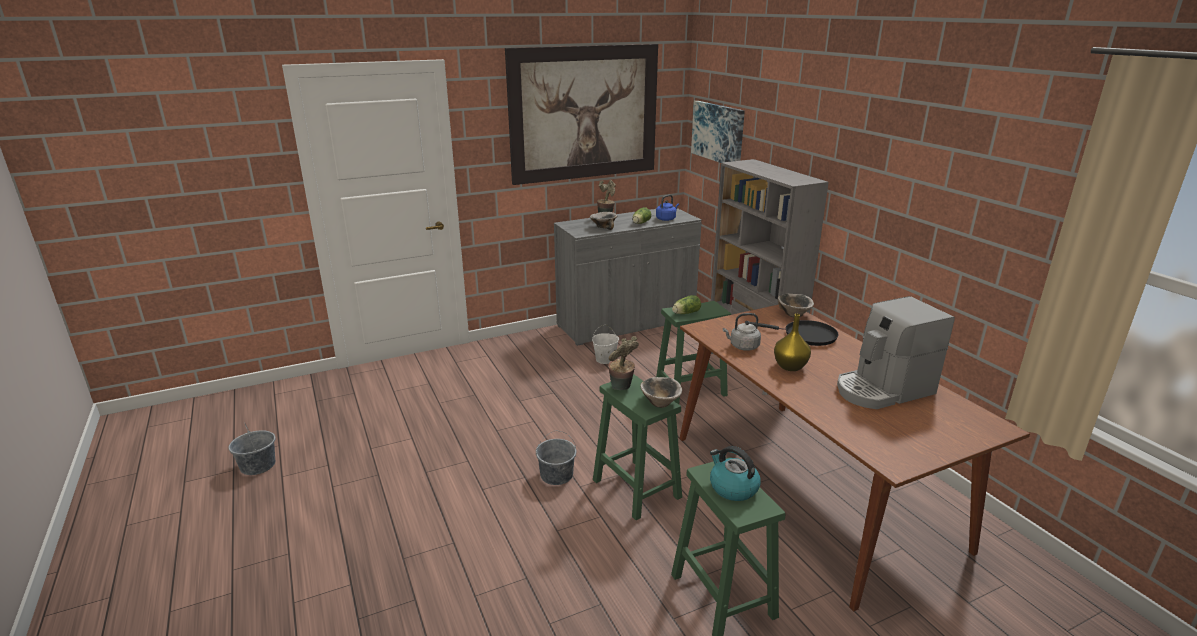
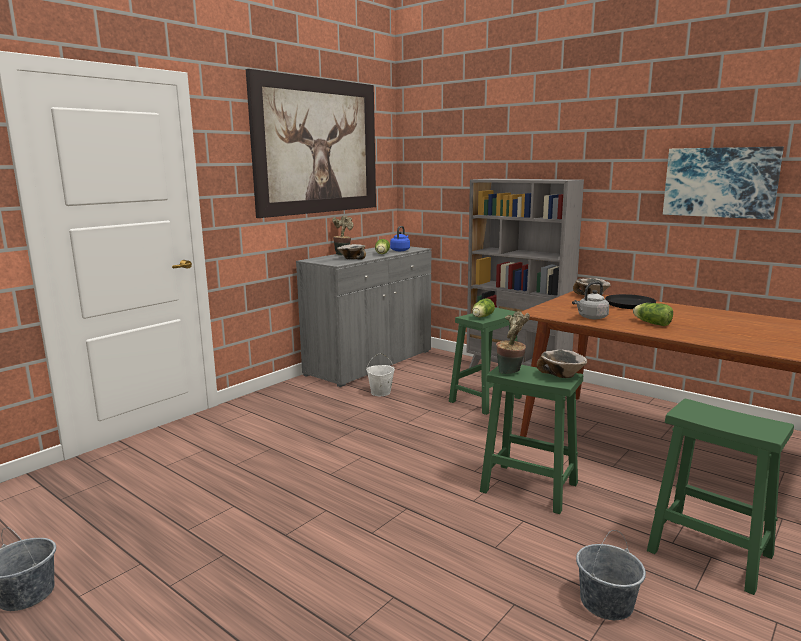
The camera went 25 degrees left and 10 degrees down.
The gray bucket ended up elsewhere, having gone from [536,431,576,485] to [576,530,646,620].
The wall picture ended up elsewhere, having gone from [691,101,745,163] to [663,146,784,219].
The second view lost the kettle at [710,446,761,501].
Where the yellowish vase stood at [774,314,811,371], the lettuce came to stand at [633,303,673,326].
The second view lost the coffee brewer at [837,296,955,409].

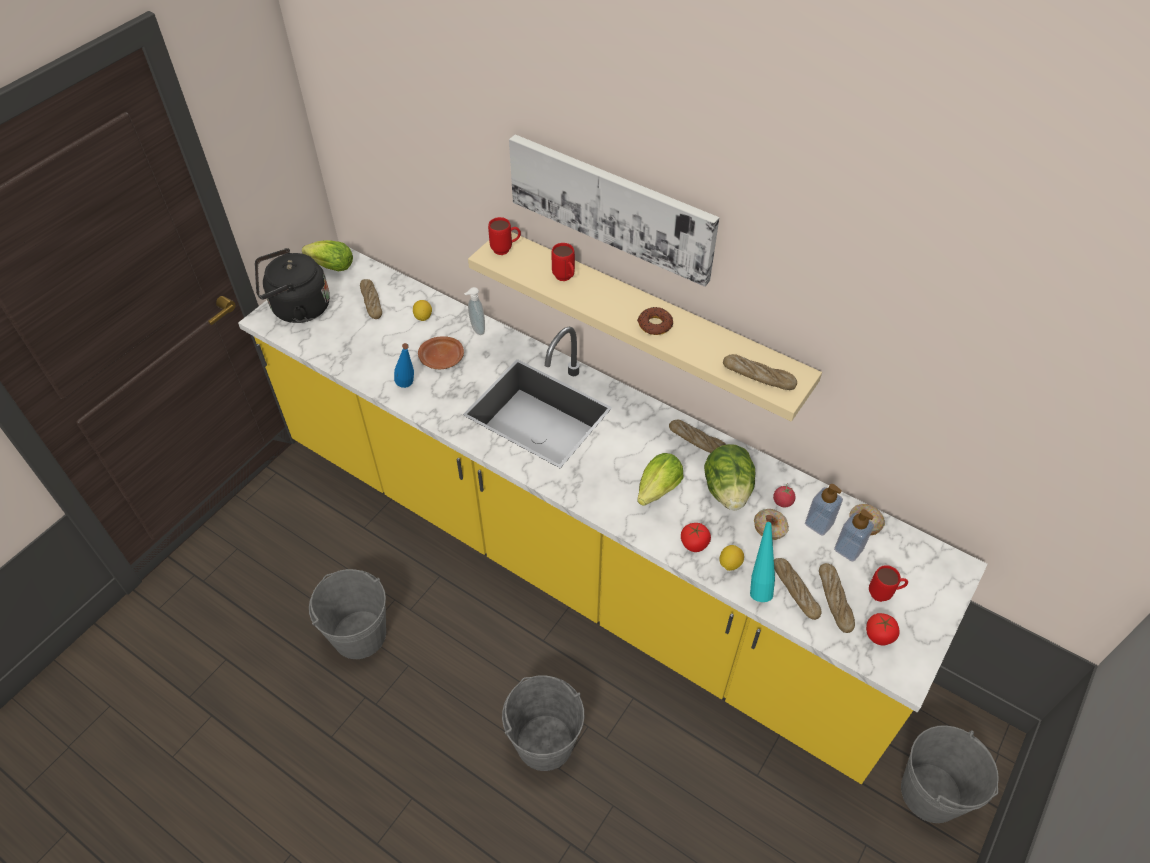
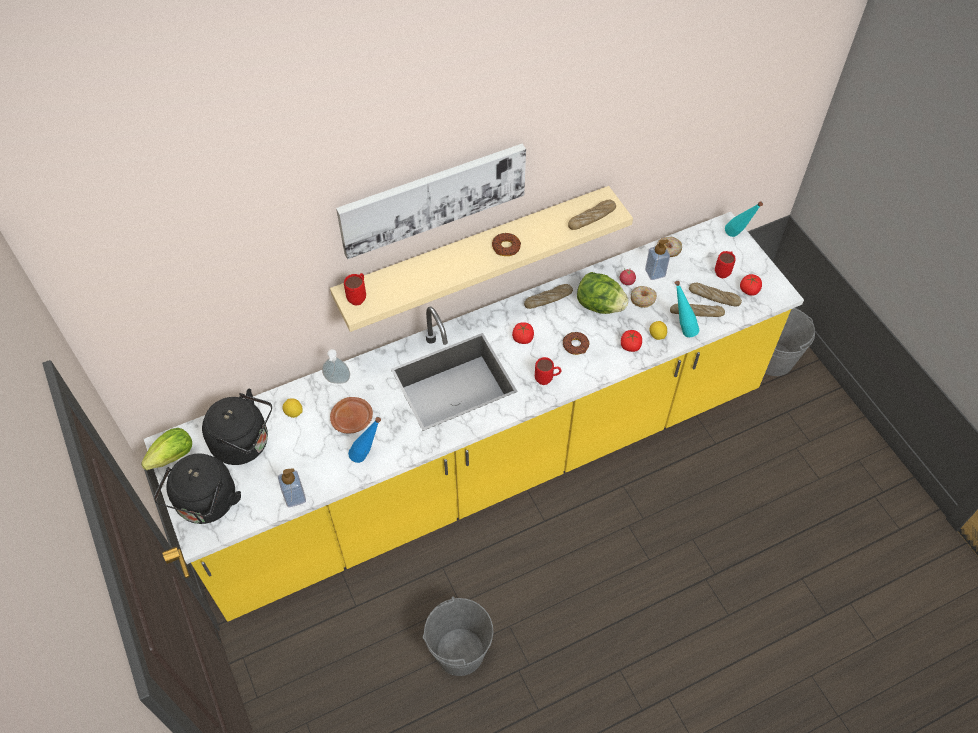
The camera went 60 degrees left and 5 degrees up.
Where the baked bread stood at [360,279,382,319], the blackish kettle came to stand at [202,388,272,465].
The second view lost the gray bucket at [502,675,584,771].
The reddish tea mug ended up elsewhere, having gone from [551,243,575,281] to [535,357,562,385].
Where the lettuce stood at [637,453,683,506], the doughnut came to stand at [563,332,589,355].
The liquid soap bottle ended up elsewhere, having gone from [834,510,874,562] to [278,468,306,507].
The second view gained the fresh tomato at [512,322,534,344].
The second view gained the turquoise bottle at [725,201,763,237].

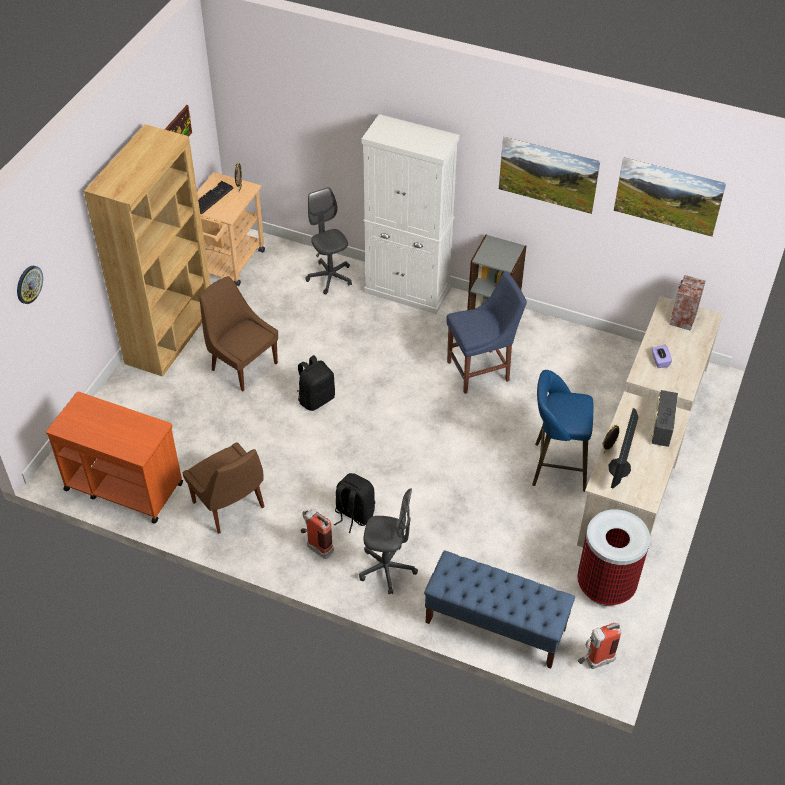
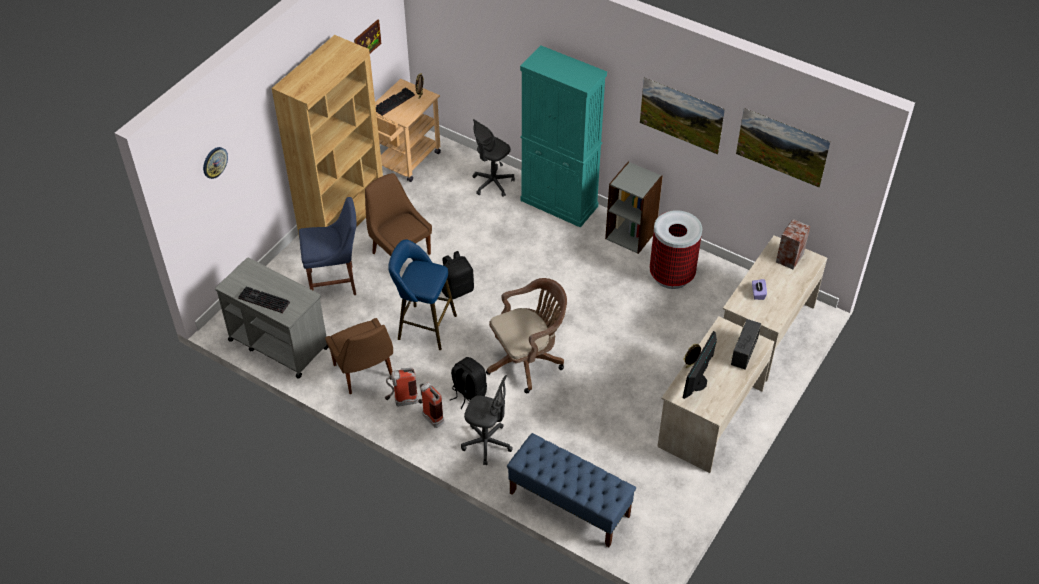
The camera went 10 degrees right and 0 degrees up.
What was the orange cart at [46,392,183,524] turned into the gray cart at [215,258,328,378].
The gray desk chair at [305,187,352,295] ended up facing another way, 120 degrees counterclockwise from before.
What was the white-coloured cabinet at [362,114,459,314] turned into the turquoise cabinet at [520,46,607,228].
The bluish plain chair ended up elsewhere, having gone from [446,272,527,394] to [299,197,357,295].
The bluish sitting stool ended up elsewhere, having gone from [532,370,593,492] to [388,239,457,350].
The waste bin ended up elsewhere, having gone from [577,509,650,606] to [650,210,702,289].
The fire extinguisher ended up elsewhere, having gone from [578,623,621,669] to [385,367,419,406].
The second view gained the keyboard at [238,287,290,313].
The second view gained the brown-coloured desk chair at [486,278,567,393].

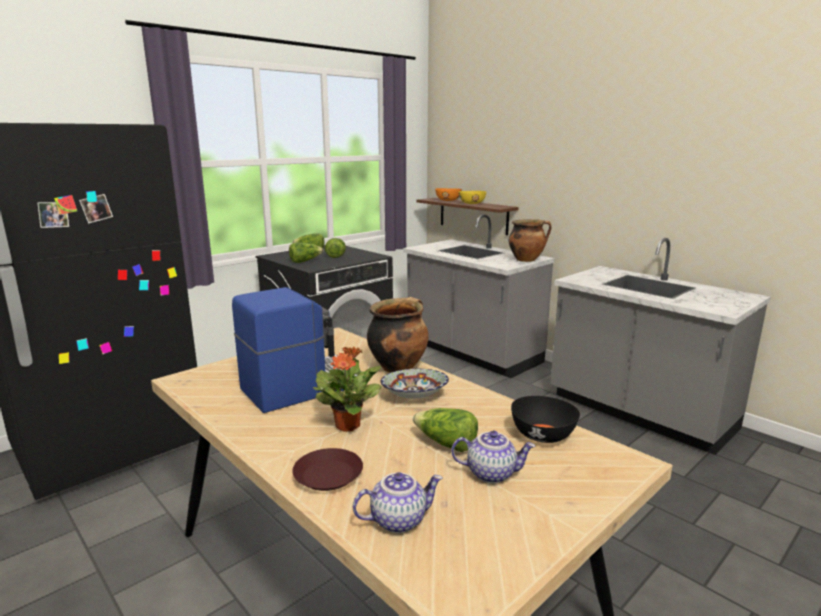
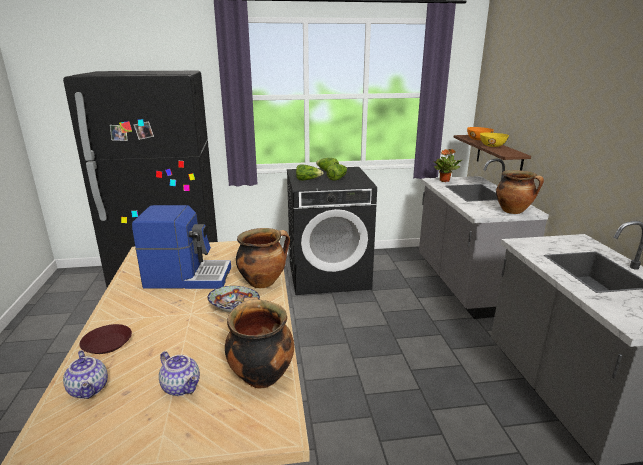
The camera went 35 degrees right and 5 degrees up.
The potted plant ended up elsewhere, having gone from [313,347,382,432] to [434,149,462,182].
The pot for tea at [353,472,443,533] ended up facing another way, 45 degrees clockwise from before.
The second view lost the lettuce at [413,408,478,452].
Where the blackish deep dish stood at [511,396,580,443], the stockpot came to stand at [225,297,294,389].

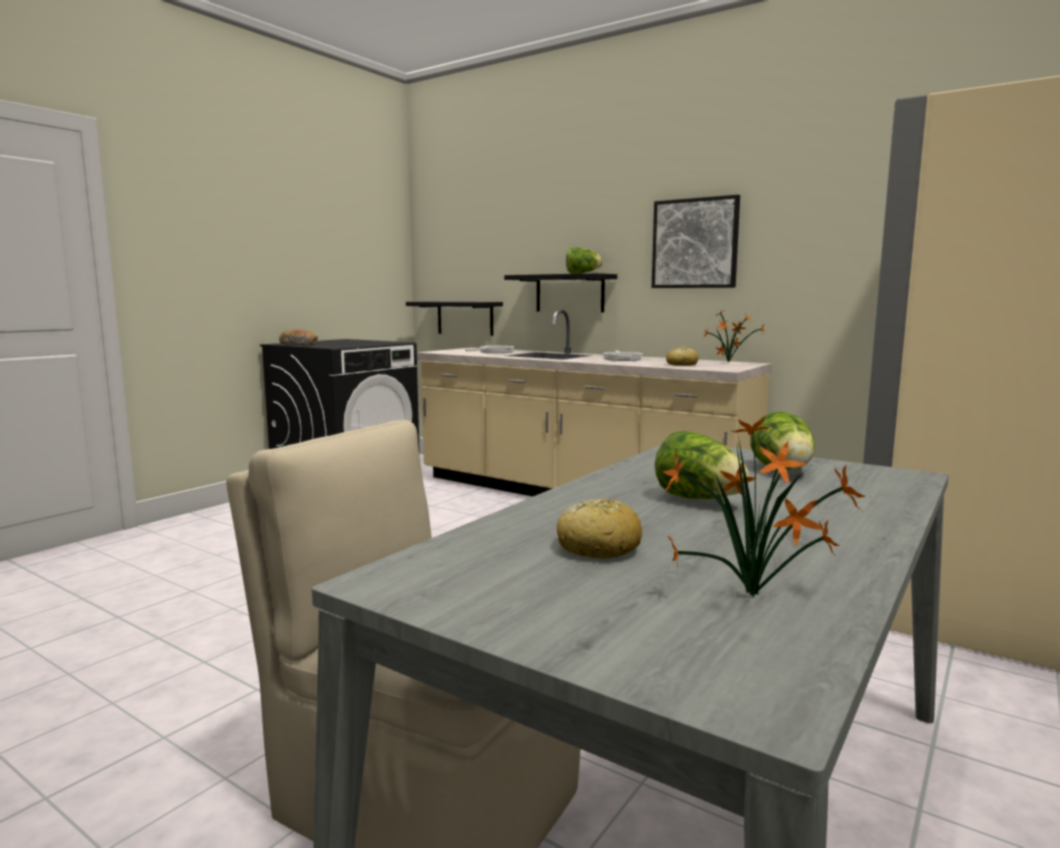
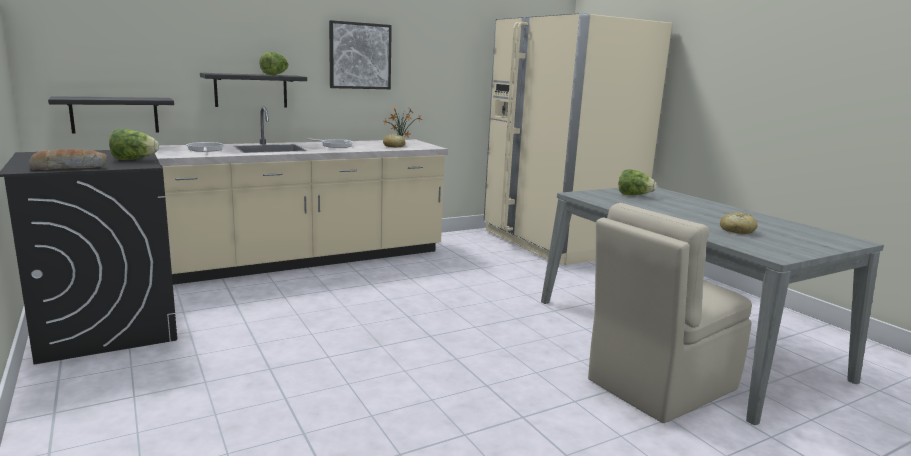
The camera went 65 degrees left and 5 degrees up.
The lettuce ended up elsewhere, having gone from [655,431,750,499] to [109,129,159,160].
The second view lost the potted plant at [663,417,866,597].

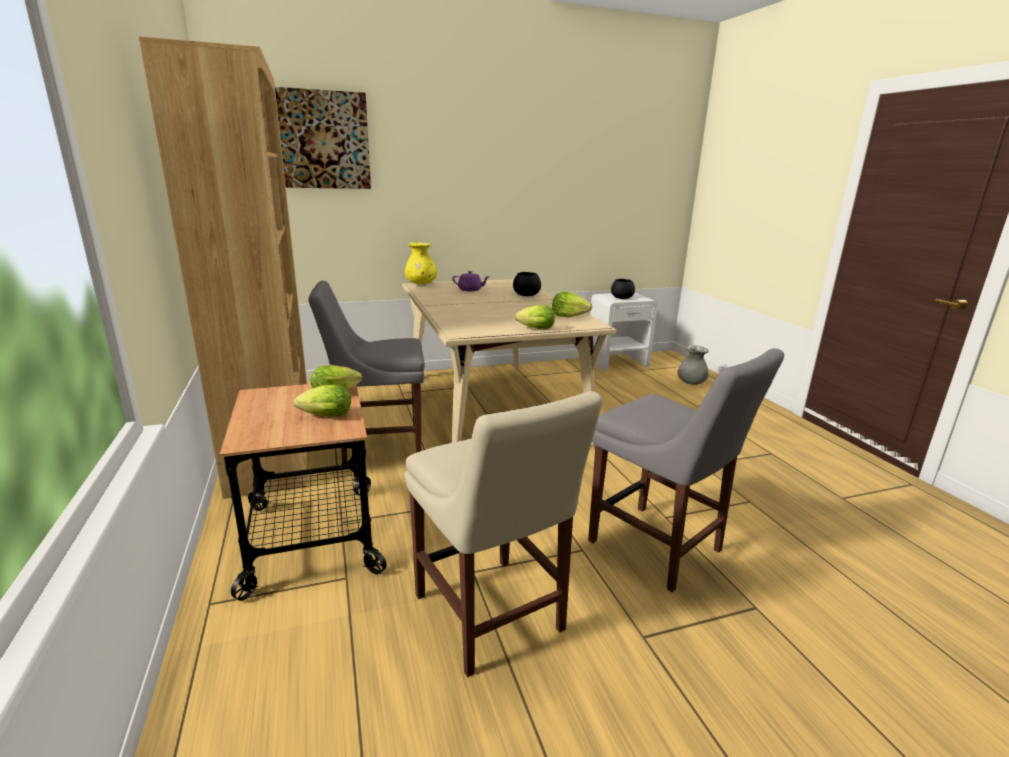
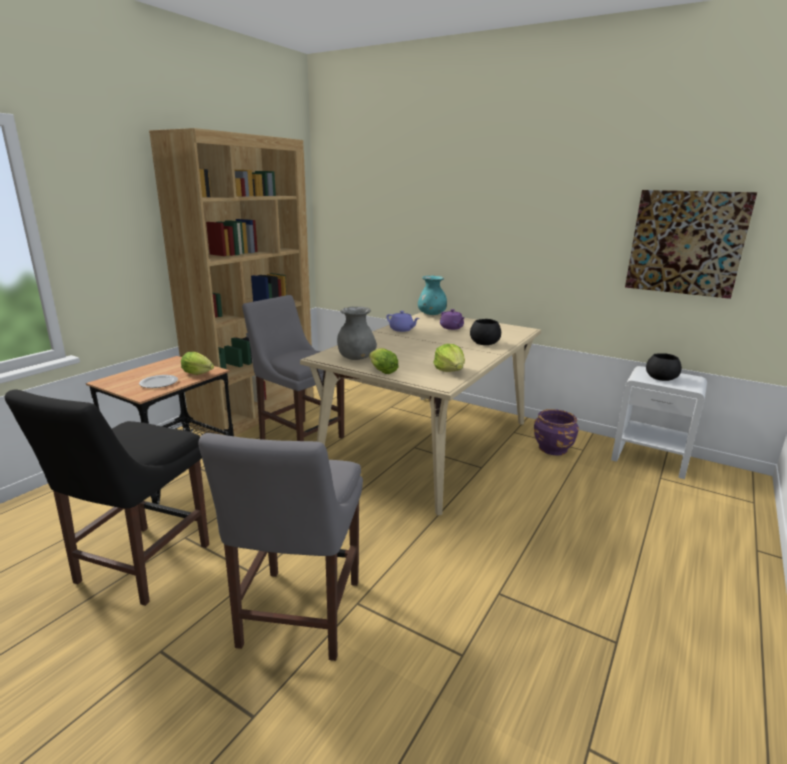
The camera went 50 degrees right and 0 degrees up.
The wall picture ended up elsewhere, having gone from [275,87,371,189] to [625,190,757,299].
Where the lettuce stood at [294,384,351,416], the flat dish came to stand at [139,375,178,388].
What was the sand-coloured plain chair at [404,391,603,677] turned into the blackish plain chair at [5,389,209,606].
What was the yellowish vase at [405,243,437,284] turned into the turquoise vase at [418,276,447,315].
The gray vase ended up elsewhere, having gone from [678,345,709,385] to [337,307,377,360].
The second view gained the purplish pot for tea at [386,311,420,332].
The second view gained the purplish planter at [534,409,579,455].

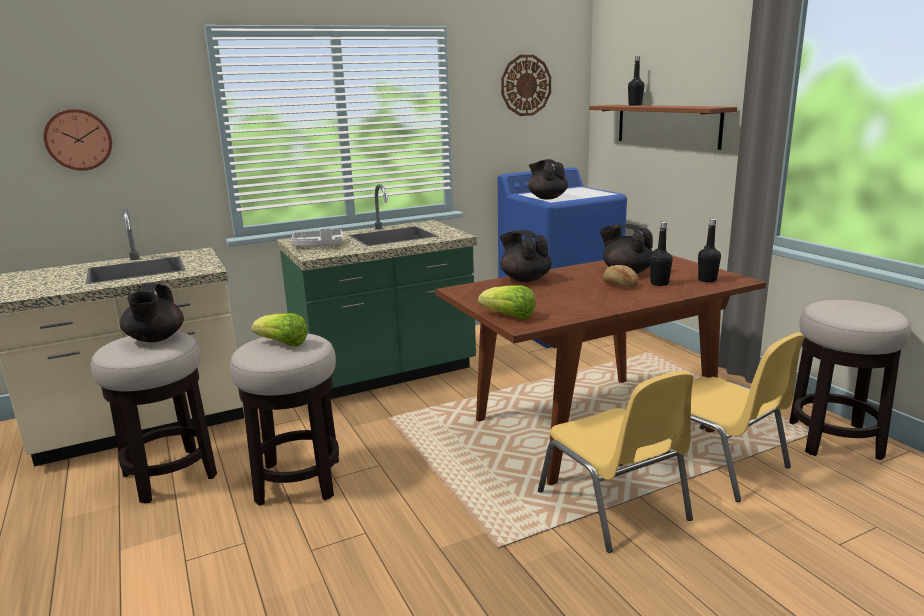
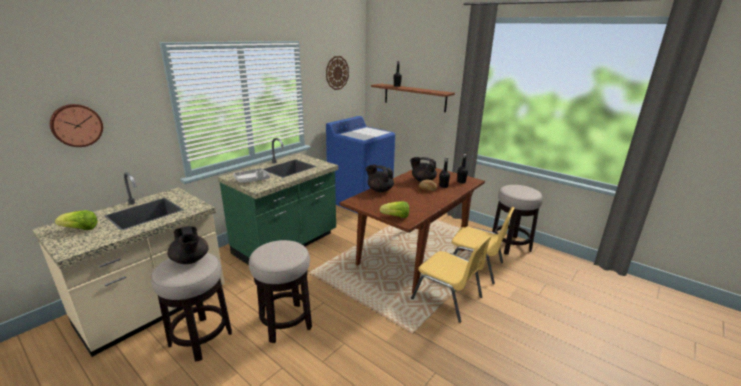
The camera went 25 degrees left and 5 degrees up.
The lettuce ended up elsewhere, having gone from [251,313,308,346] to [55,210,98,230].
The second view lost the blackish pot for tea at [528,159,568,199].

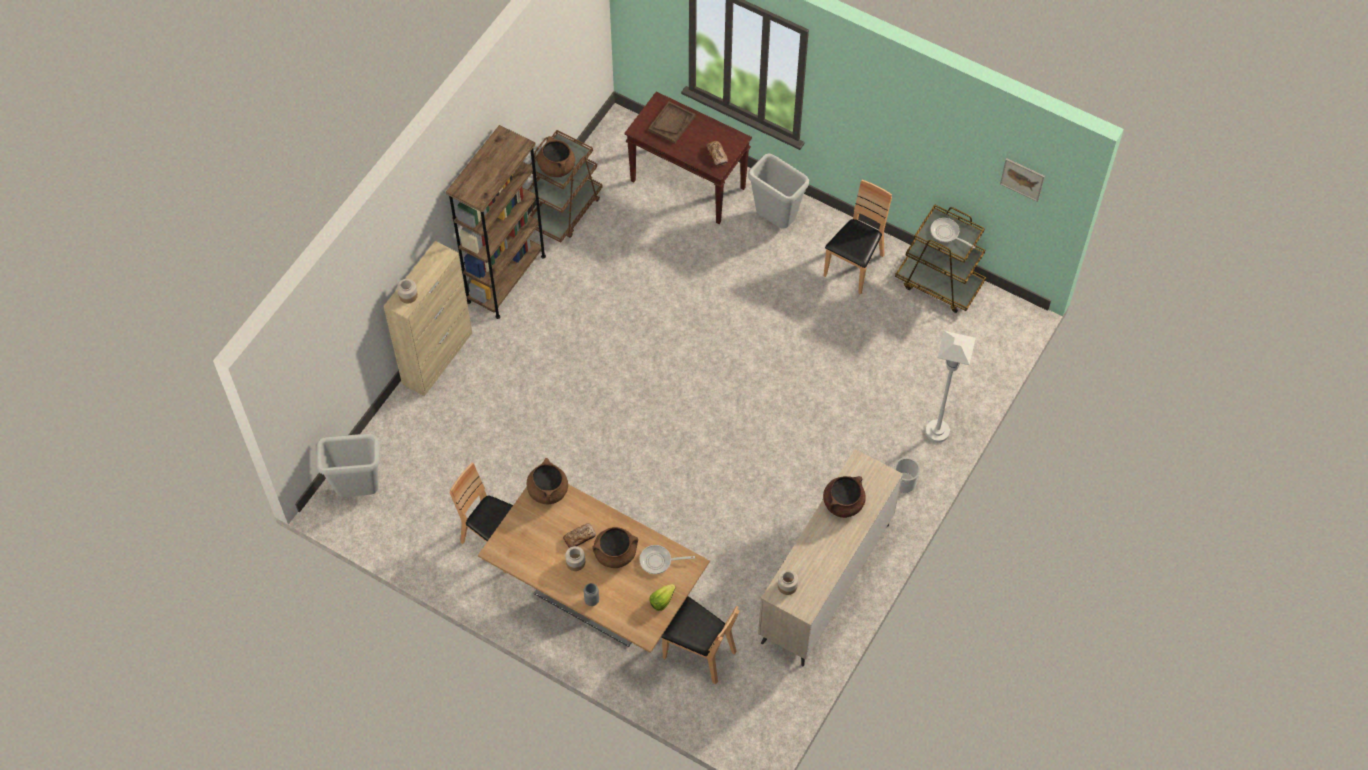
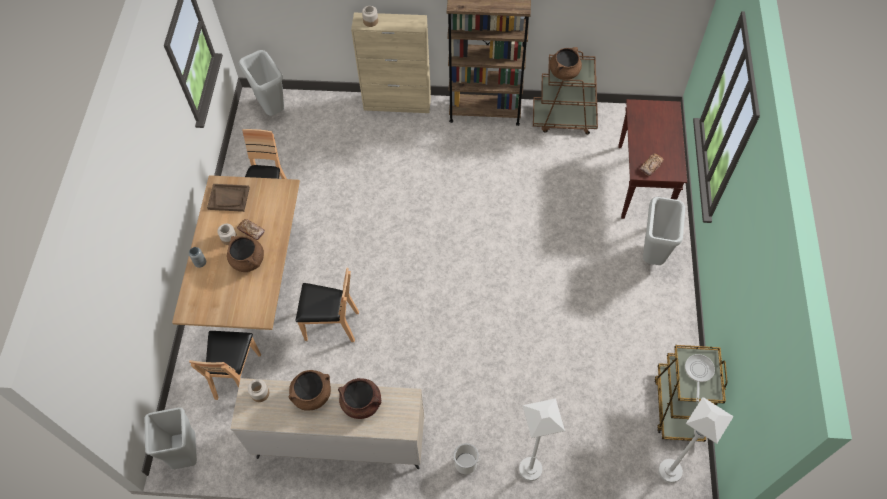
The camera went 65 degrees right and 0 degrees up.
The brown-coloured stockpot ended up elsewhere, having gone from [526,458,568,504] to [289,370,331,410].
The second view lost the frying pan at [639,545,695,574].
The brown-coloured carrying tray ended up elsewhere, having gone from [648,102,695,144] to [207,184,250,212].
The second view lost the lettuce at [649,584,676,611].
The brown-coloured plain chair ended up elsewhere, having gone from [824,180,892,295] to [296,268,359,342].
The second view lost the wall picture at [1000,158,1045,202].
The second view gained the gray waste bin at [145,407,197,469].
The second view gained the white-coloured standard lamp at [658,397,734,483].

